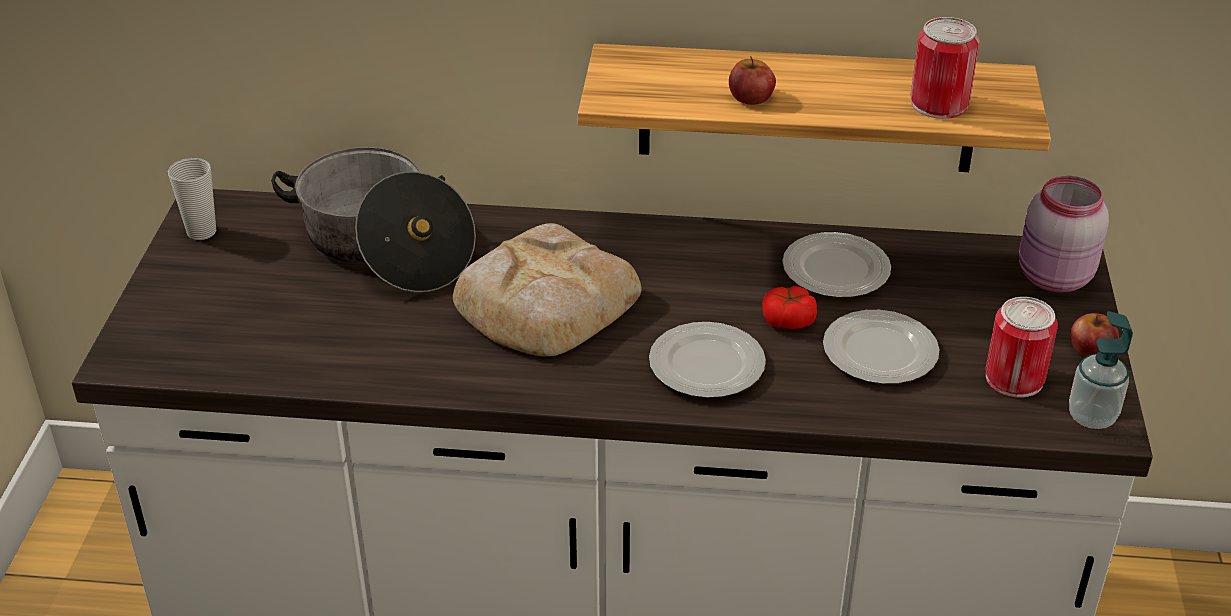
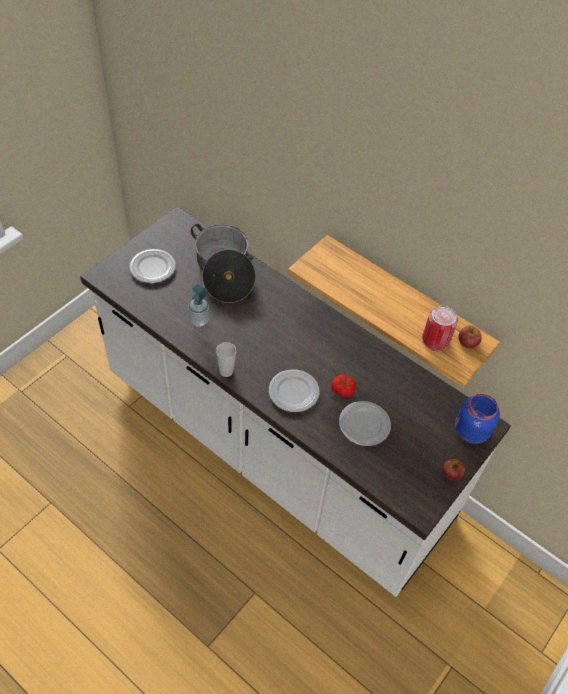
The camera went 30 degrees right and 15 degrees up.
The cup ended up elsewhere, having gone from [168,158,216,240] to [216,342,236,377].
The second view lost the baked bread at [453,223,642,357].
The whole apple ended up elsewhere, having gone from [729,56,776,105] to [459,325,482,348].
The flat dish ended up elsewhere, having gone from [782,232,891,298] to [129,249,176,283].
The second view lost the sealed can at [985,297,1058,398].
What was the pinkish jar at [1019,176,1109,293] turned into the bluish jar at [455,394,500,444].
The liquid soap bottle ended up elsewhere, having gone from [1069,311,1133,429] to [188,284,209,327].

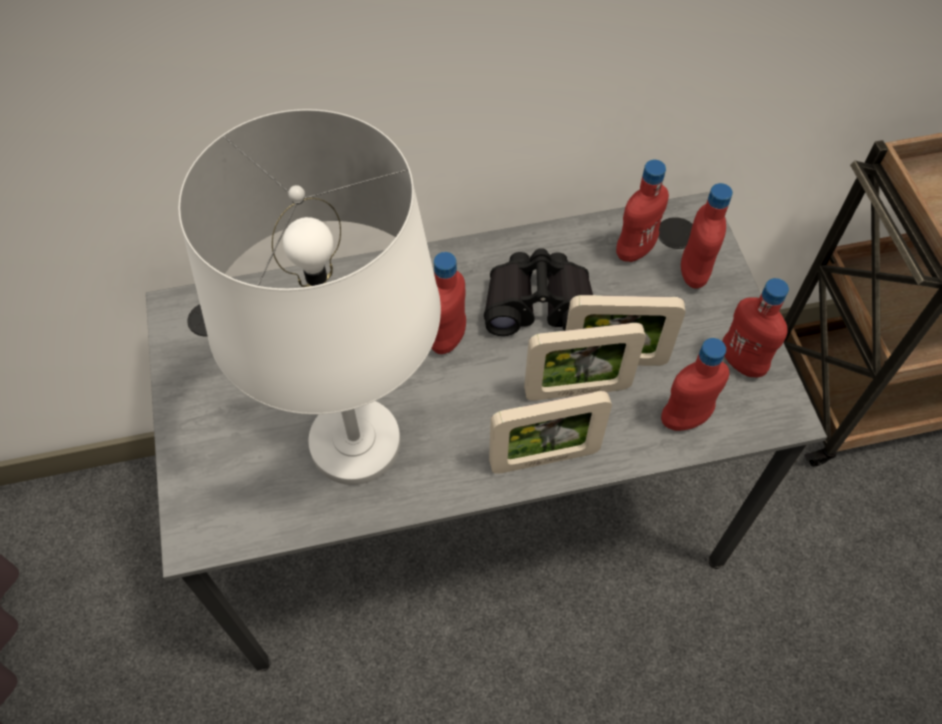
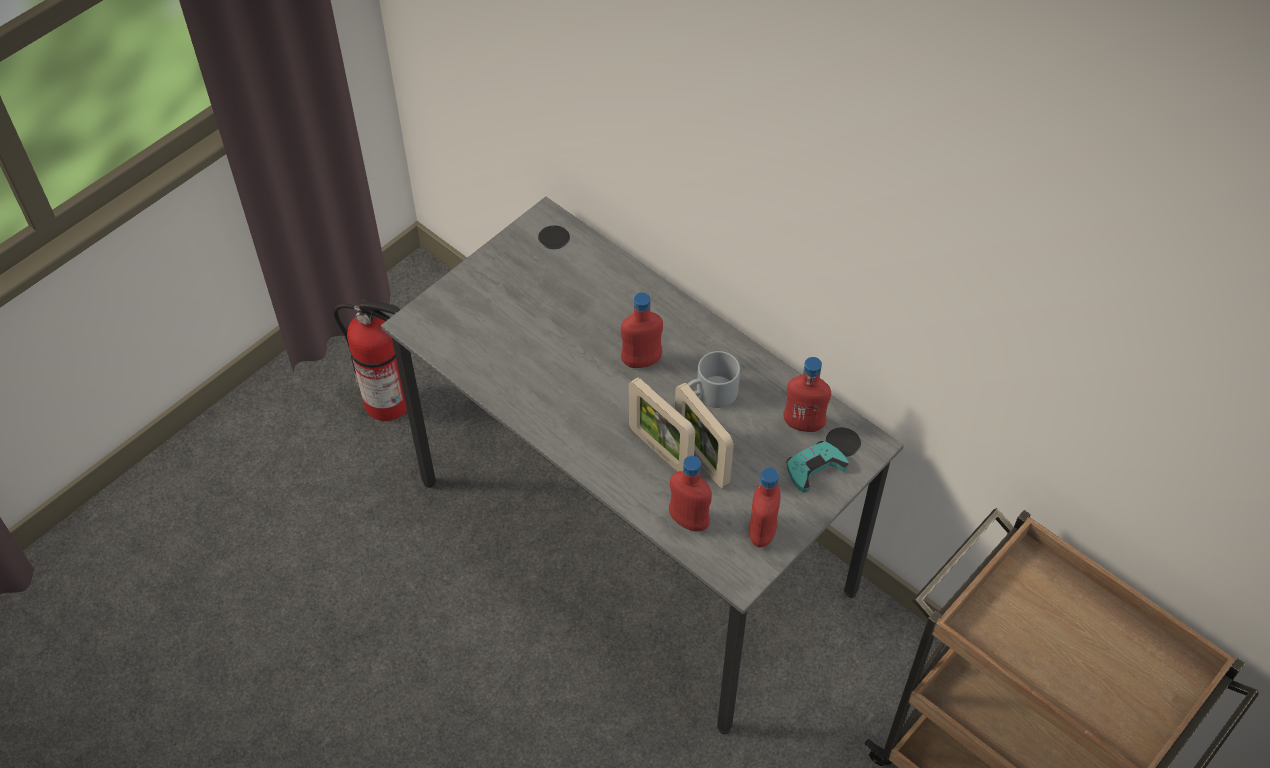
The camera went 55 degrees right and 5 degrees down.
The second view lost the white-coloured table lamp at [178,109,441,485].
Where the blackish field glasses stood at [484,248,593,336], the gray tea mug came to stand at [687,351,740,408].
The second view lost the picture frame at [489,391,612,474].
Where the reddish bottle stood at [681,183,733,289], the turquoise gamepad came to stand at [786,441,849,493].
The second view gained the fire extinguisher at [334,300,407,421].

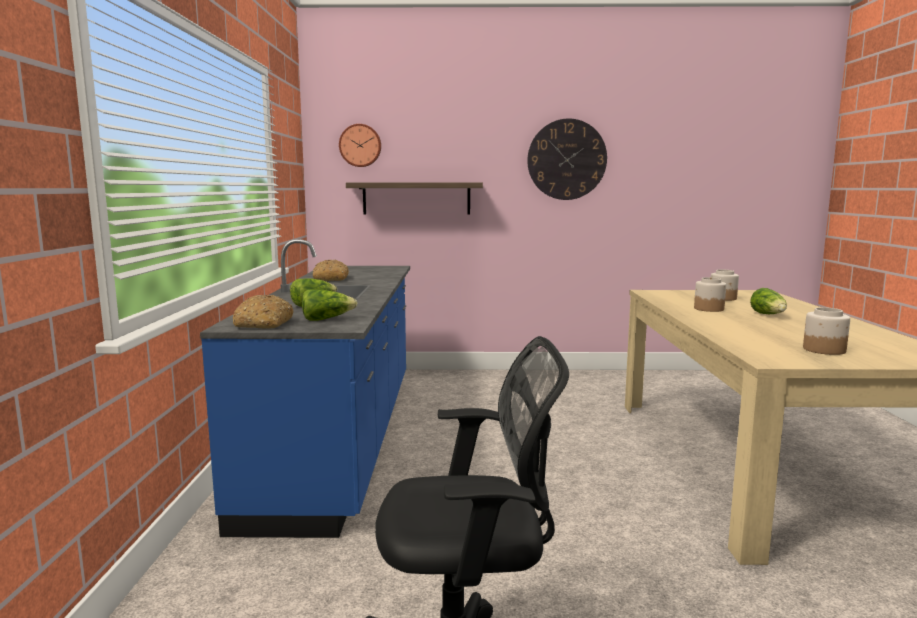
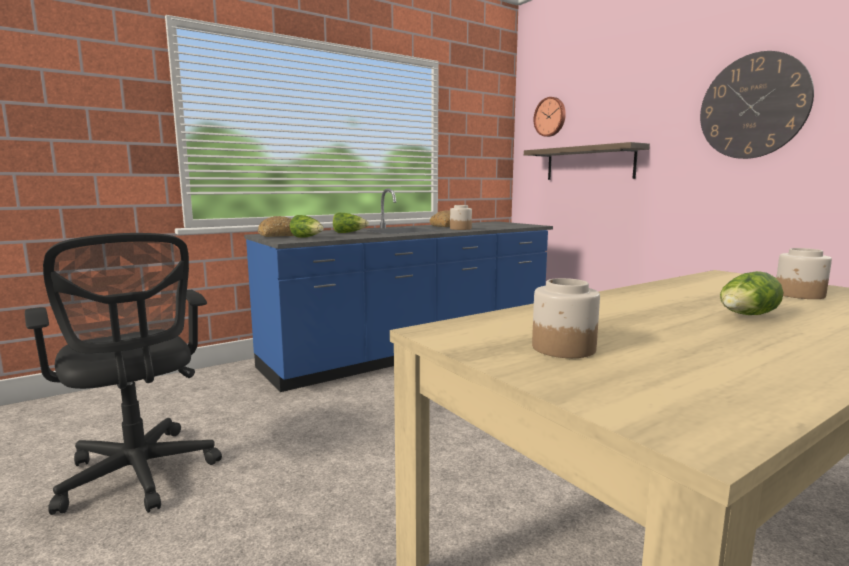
The camera went 55 degrees right and 0 degrees up.
The jar ended up elsewhere, having gone from [694,277,726,312] to [450,205,472,230].

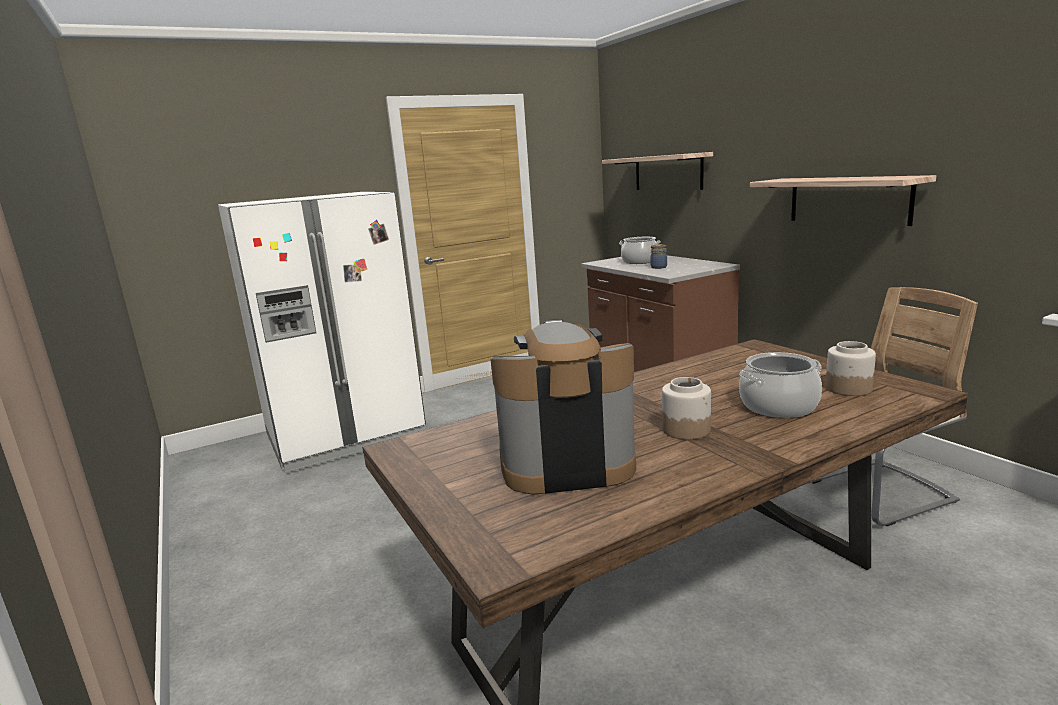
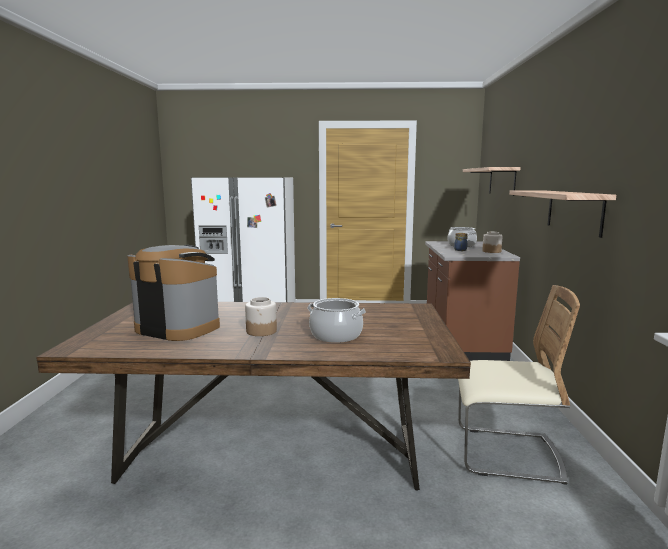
The camera went 30 degrees right and 5 degrees down.
The jar ended up elsewhere, having gone from [826,341,876,396] to [482,232,503,253].

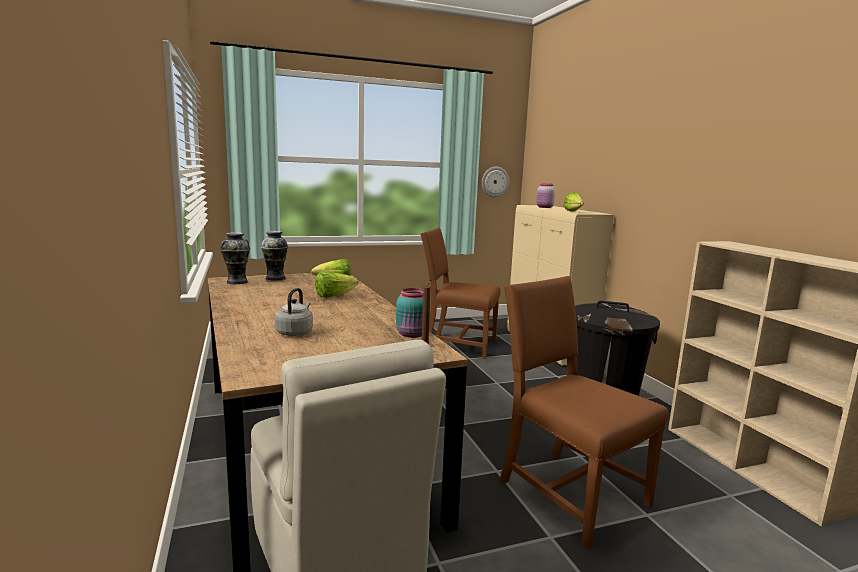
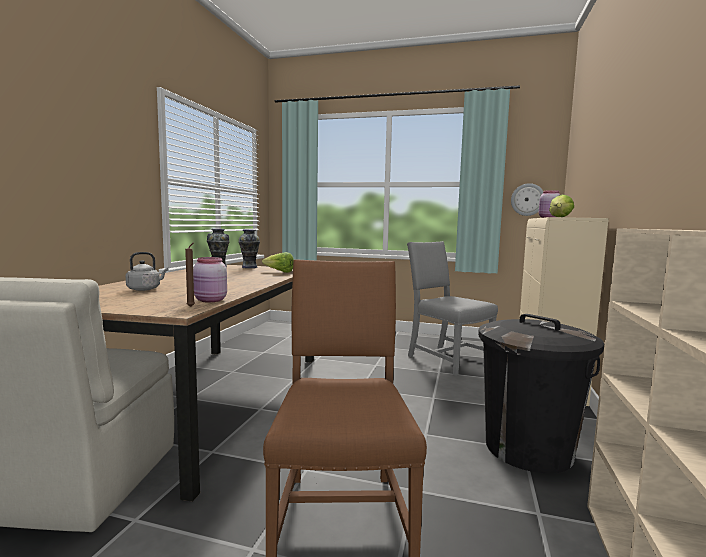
The camera went 35 degrees right and 5 degrees down.
The second view lost the lettuce at [315,271,358,298].
What was the turquoise jar at [396,288,430,338] turned into the pinkish jar at [193,257,227,302].
What was the brown-coloured plain chair at [421,227,501,359] turned into the gray plain chair at [407,241,498,376].

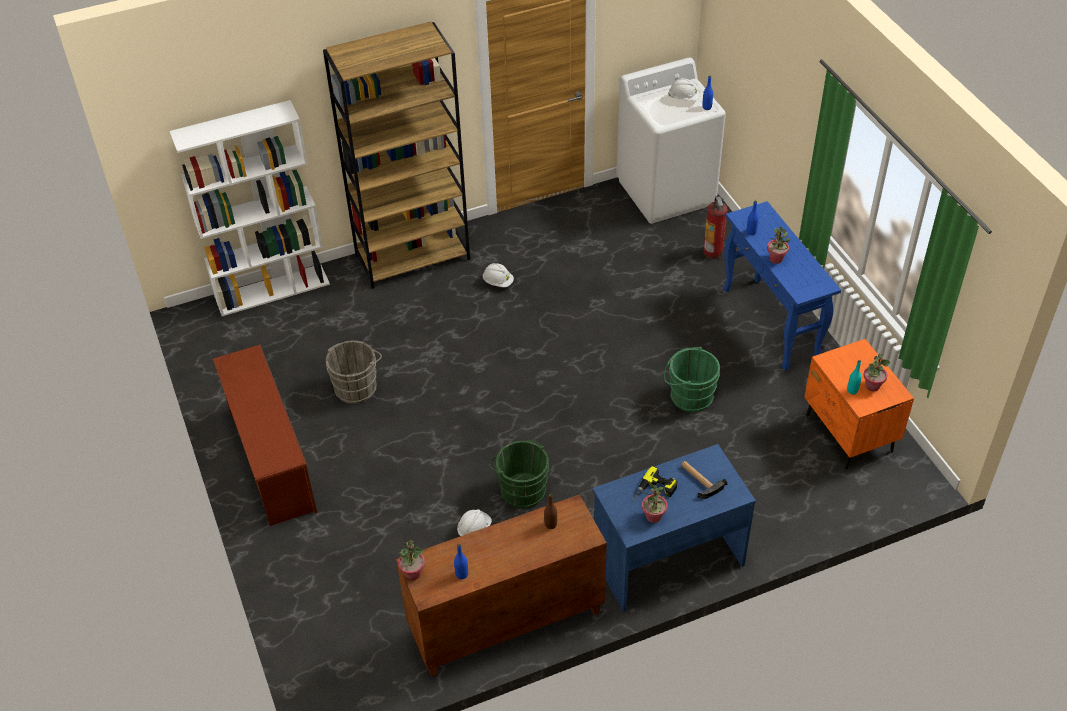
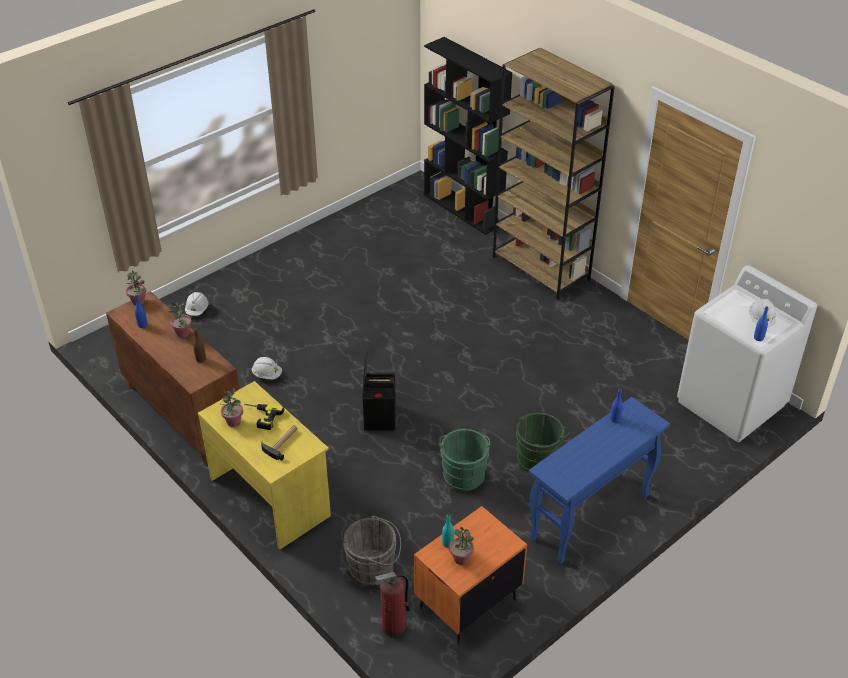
The camera went 70 degrees right and 5 degrees down.
What was the white-coloured bookcase at [170,100,330,316] turned into the blackish bookcase at [424,37,512,235].
The second view lost the brown-coloured shoe shelf at [213,345,317,526].
The gray bucket ended up elsewhere, having gone from [326,341,382,404] to [343,516,401,585].
The white-coloured work helmet ended up elsewhere, having gone from [483,263,514,287] to [185,292,208,316].
The greenish bucket ended up elsewhere, having gone from [489,440,549,508] to [515,413,570,472].
What was the bluish desk at [593,444,756,612] turned into the yellowish desk at [198,381,331,550].
The fire extinguisher ended up elsewhere, having gone from [703,196,728,259] to [375,572,410,637].
The potted plant ended up elsewhere, having gone from [767,227,790,264] to [169,302,192,338].
The second view gained the blackish storage container at [362,351,396,431].

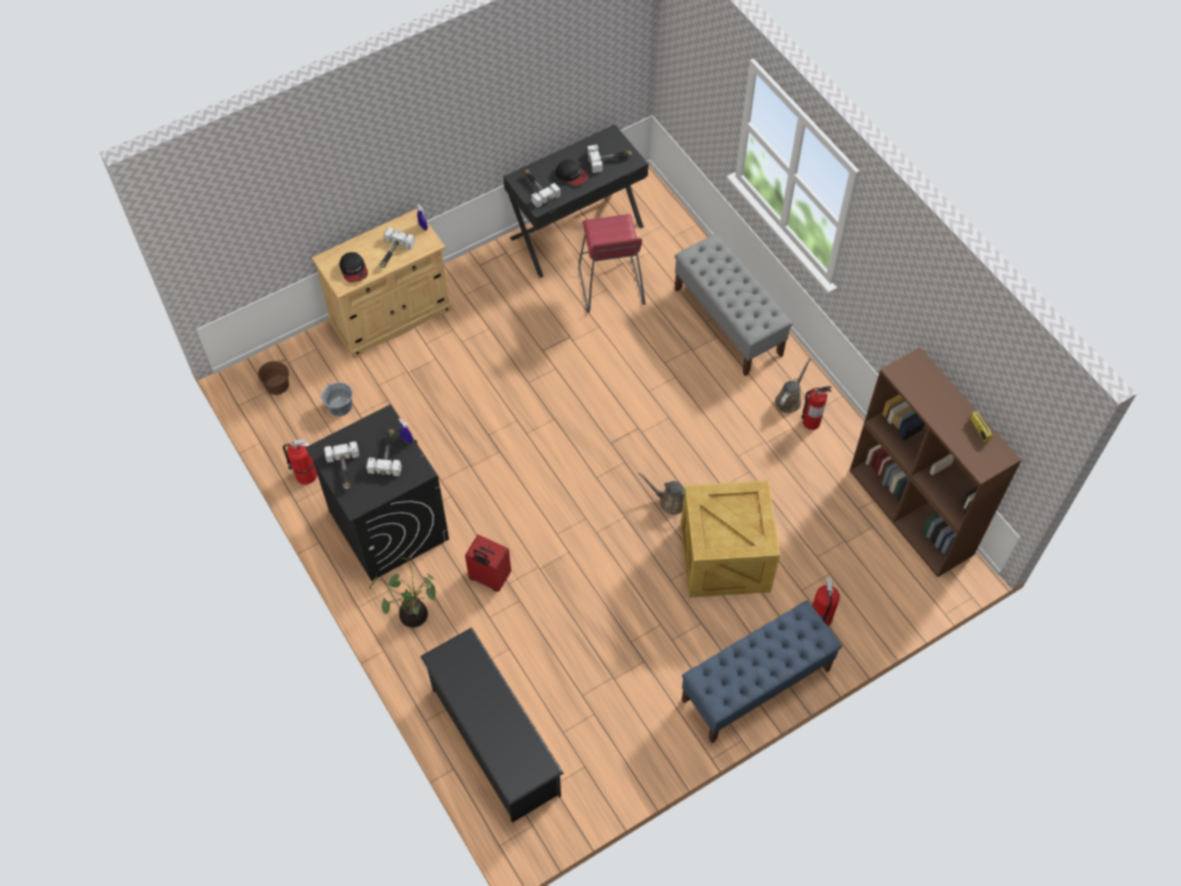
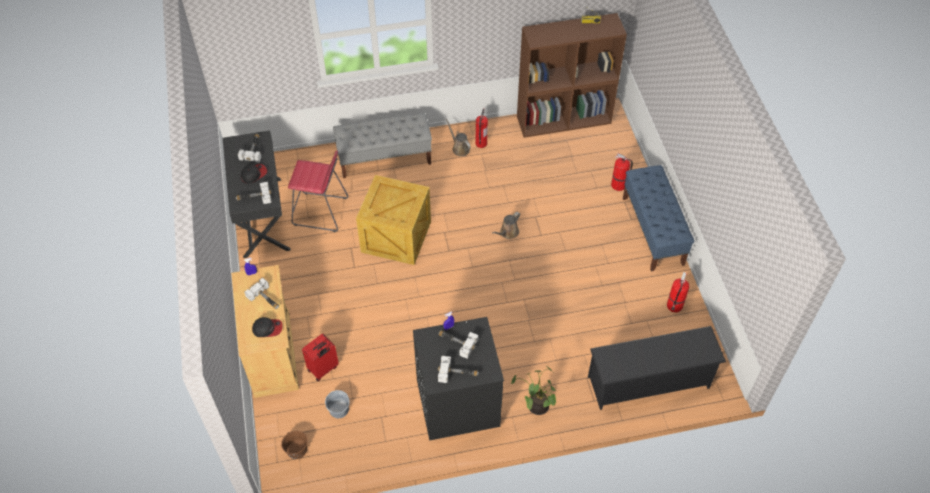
The camera went 70 degrees left and 5 degrees down.
The fire extinguisher ended up elsewhere, having gone from [283,439,317,485] to [667,272,689,312].
The reddish piece of luggage ended up elsewhere, having gone from [465,535,511,592] to [302,334,339,381].
The shipping crate ended up elsewhere, having gone from [681,480,780,598] to [356,175,431,265].

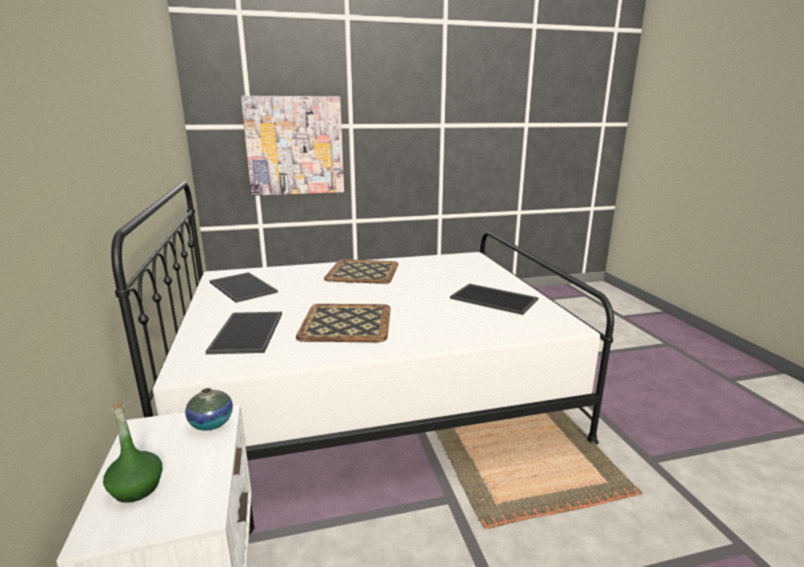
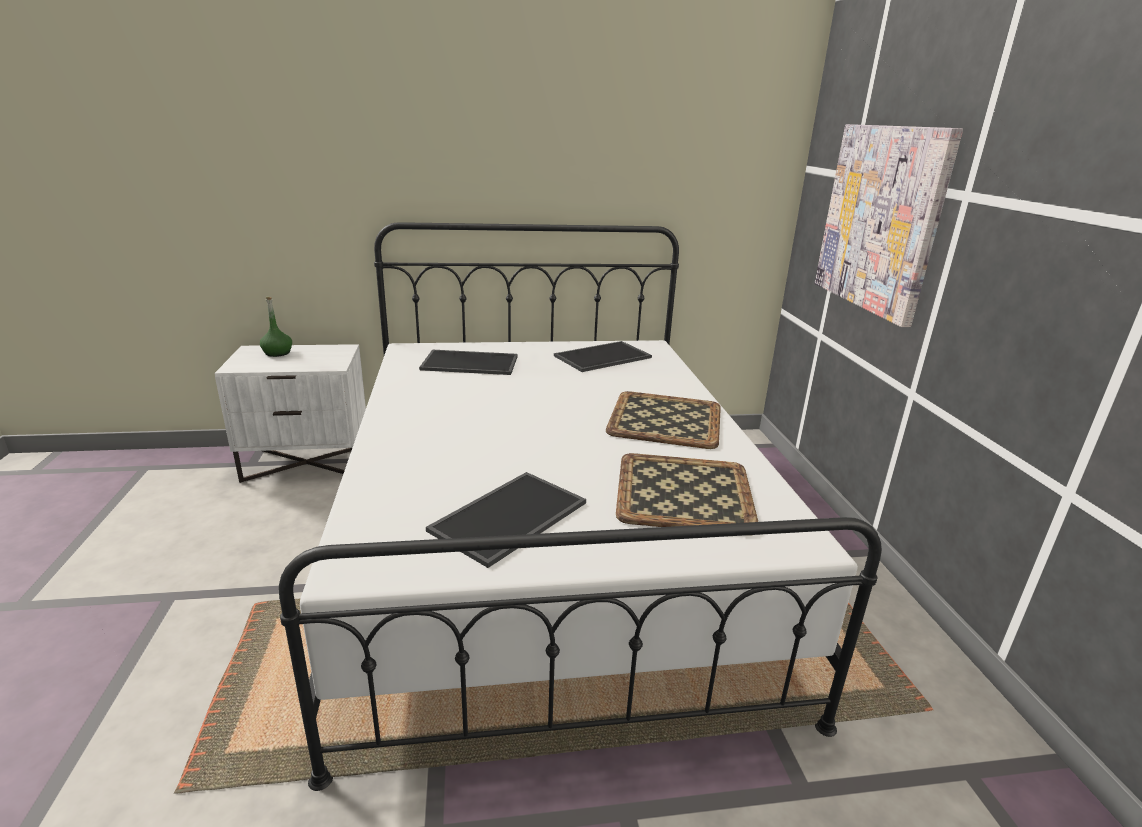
The camera went 95 degrees right and 5 degrees up.
The second view lost the vase at [185,388,233,431].
The carrying tray ended up elsewhere, having gone from [296,304,391,342] to [616,453,758,536].

